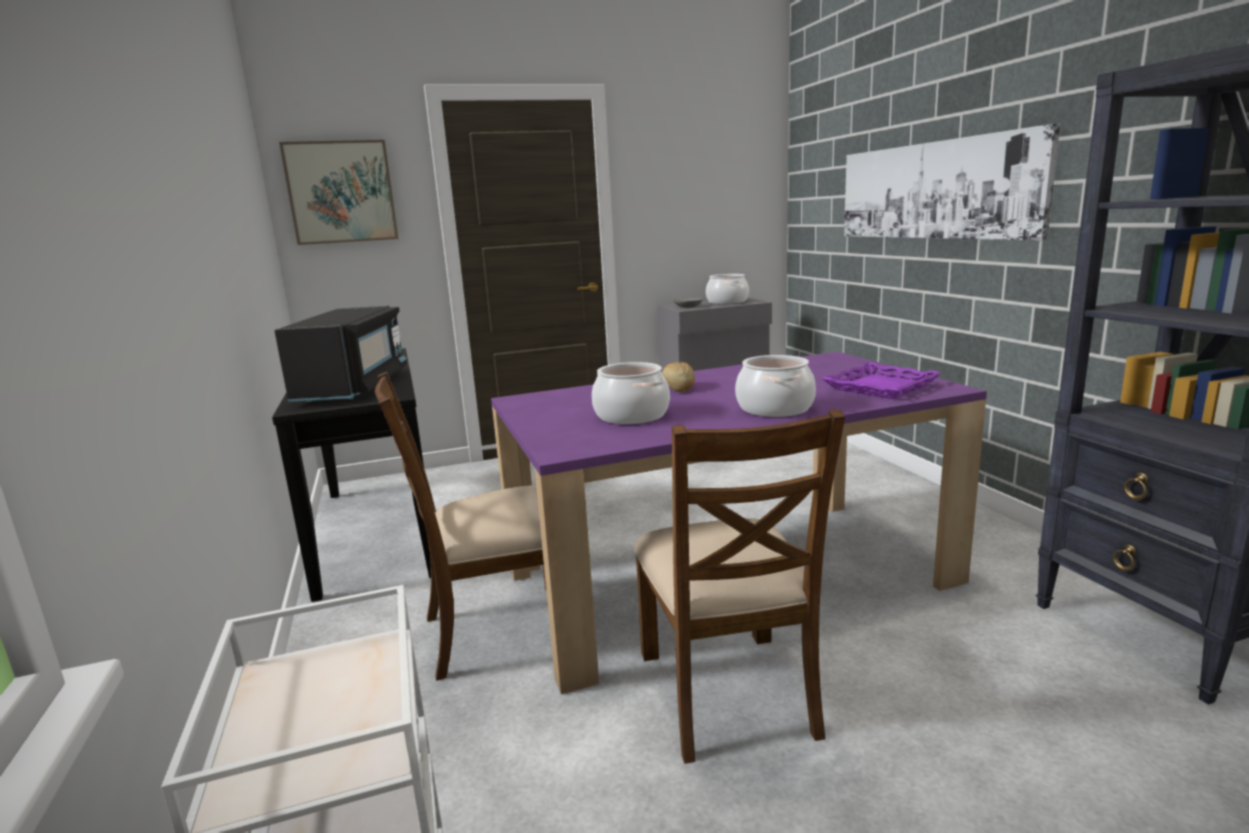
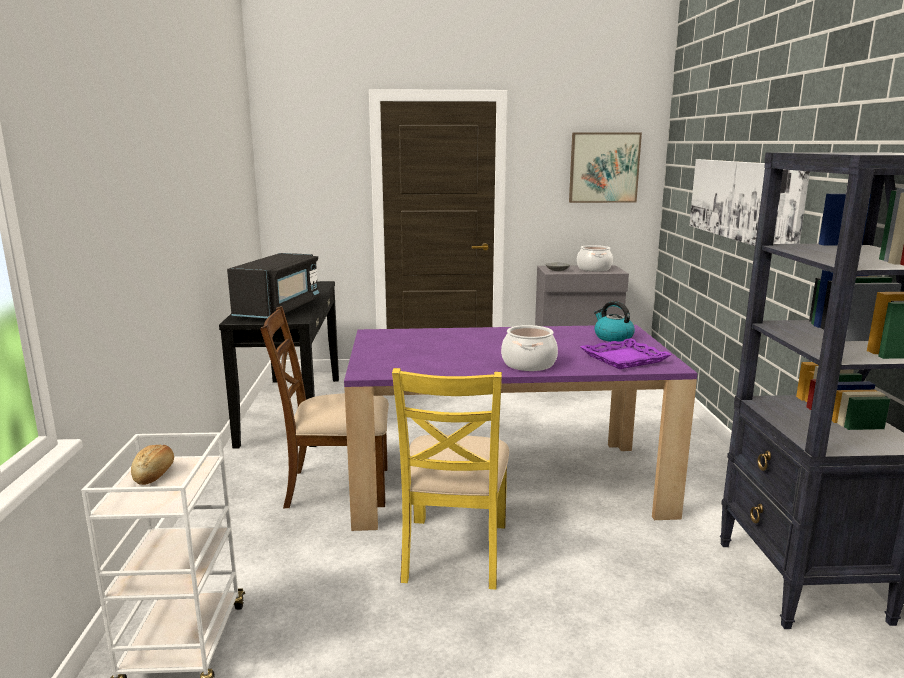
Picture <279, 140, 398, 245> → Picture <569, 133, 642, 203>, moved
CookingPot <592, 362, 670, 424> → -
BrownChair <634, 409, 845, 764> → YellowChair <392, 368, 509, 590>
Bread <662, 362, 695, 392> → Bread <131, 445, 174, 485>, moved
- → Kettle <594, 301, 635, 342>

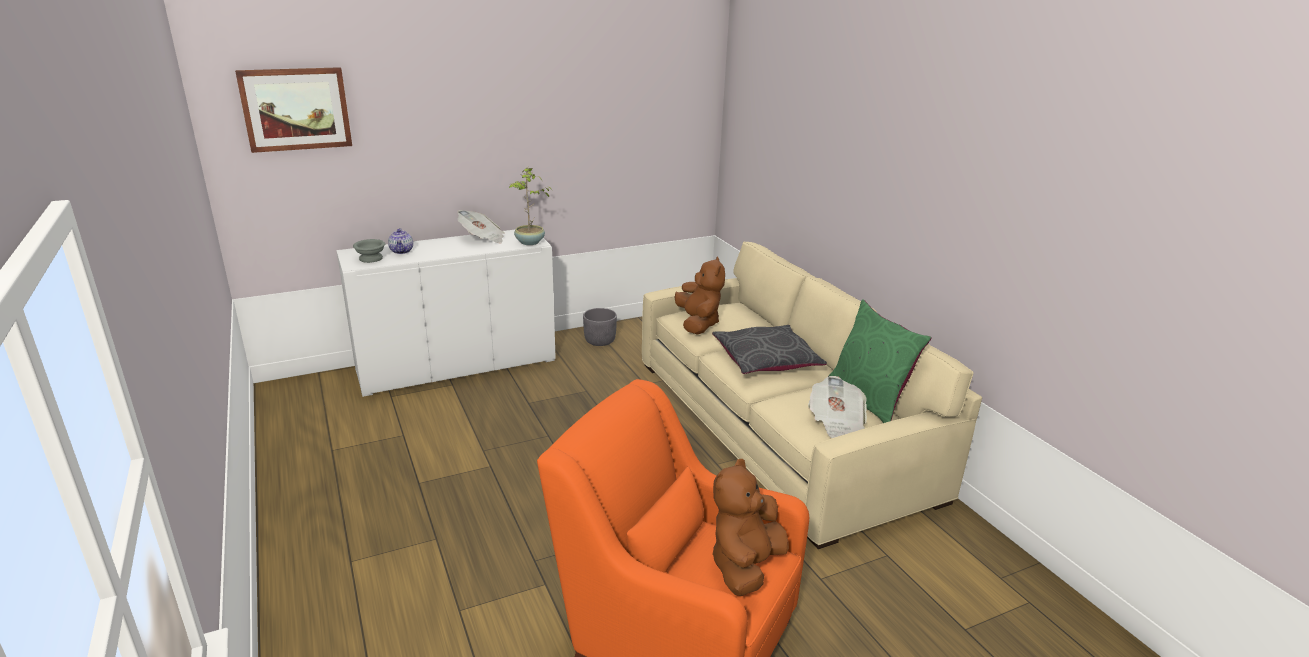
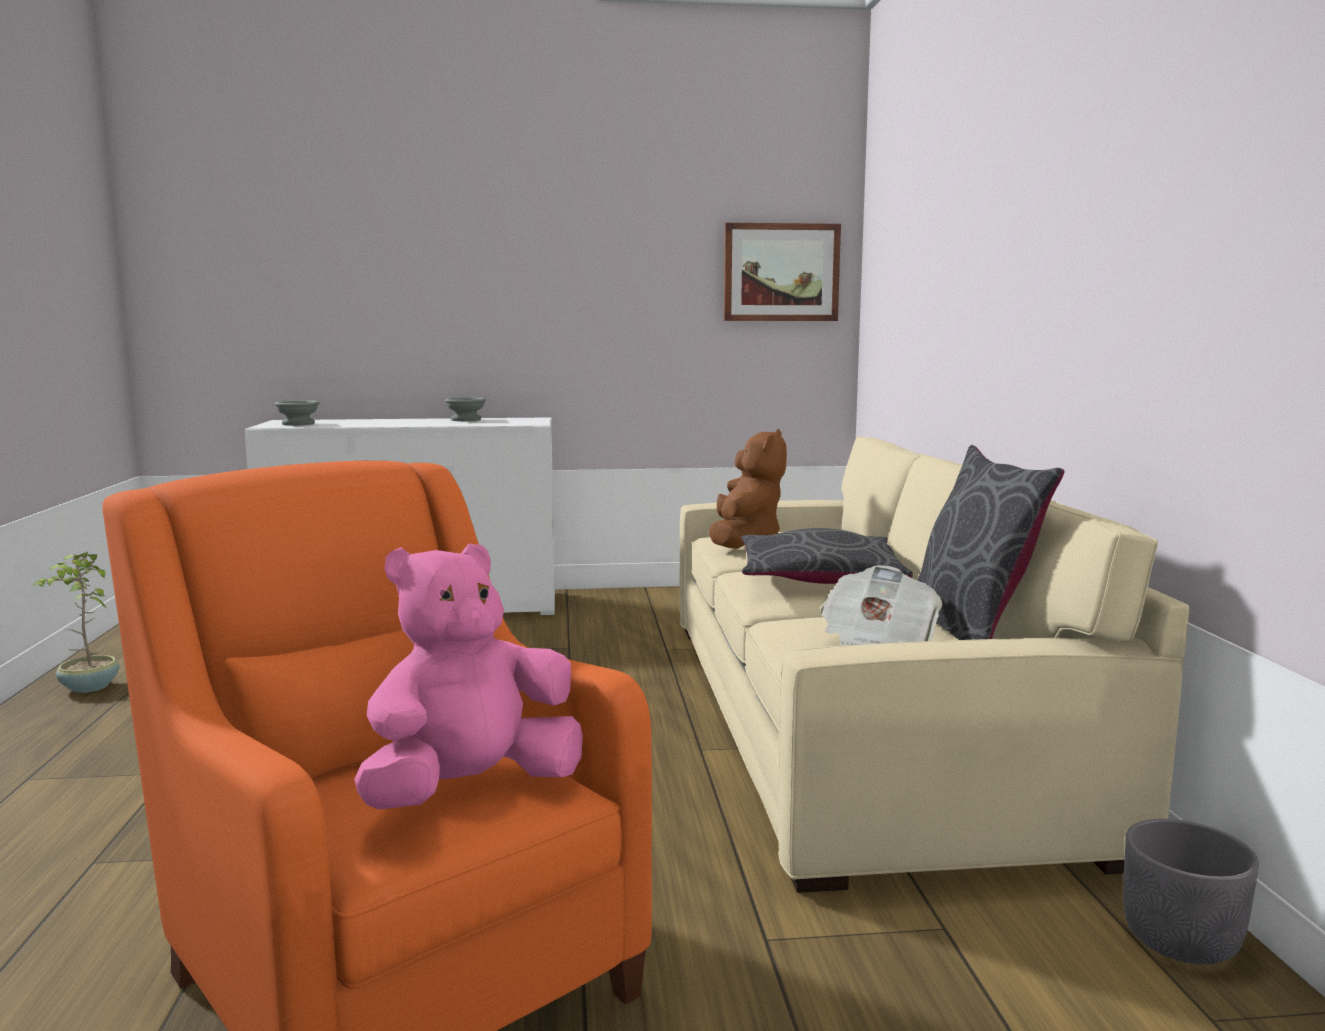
Picture <235, 67, 352, 153> → Picture <724, 223, 841, 321>, moved
Teapot <388, 228, 413, 254> → -
Newspaper <457, 210, 505, 243> → GreyBowl <445, 397, 486, 421>
PottedPlant <508, 167, 552, 245> → PottedPlant <33, 552, 119, 693>, moved
GreyPlanter <583, 308, 617, 346> → GreyPlanter <1123, 819, 1259, 964>, moved
BrownPlushToy <712, 459, 789, 596> → PinkPlushToy <354, 544, 583, 810>
GreenPillow <828, 299, 932, 423> → GreyPillow <917, 445, 1064, 640>

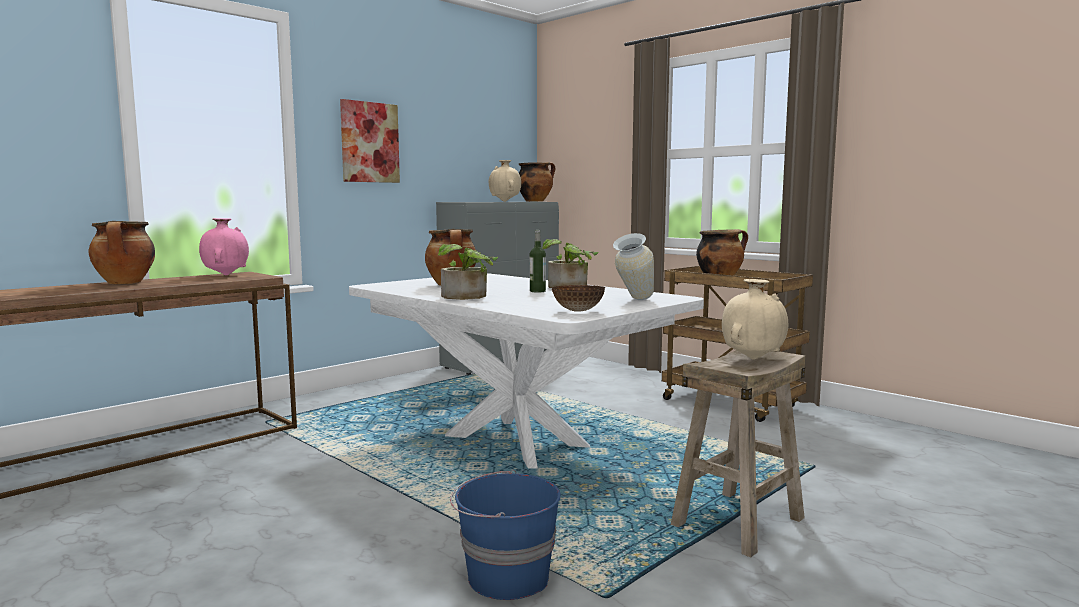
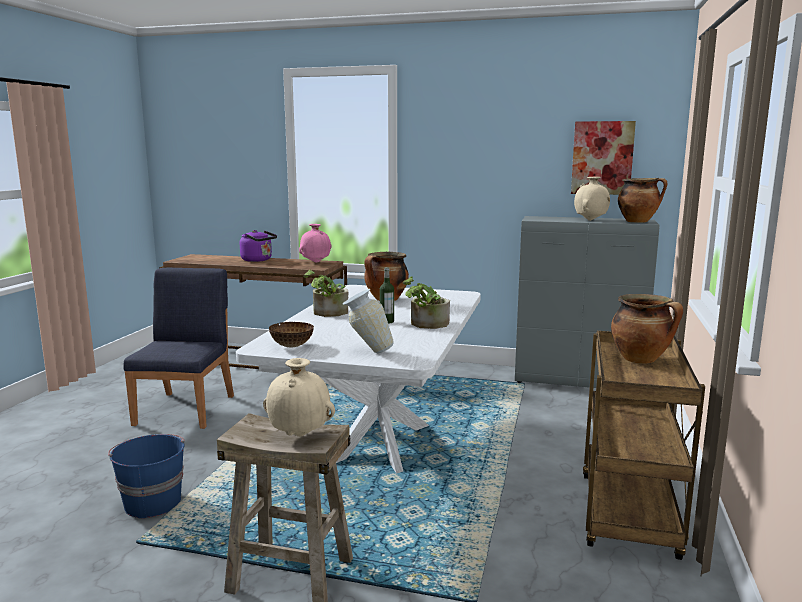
CookingPot <89, 221, 155, 284> → PurpleKettle <240, 230, 277, 262>
Picture <340, 99, 400, 183> → Picture <571, 121, 636, 195>, moved
- → BlueChair <123, 268, 234, 429>

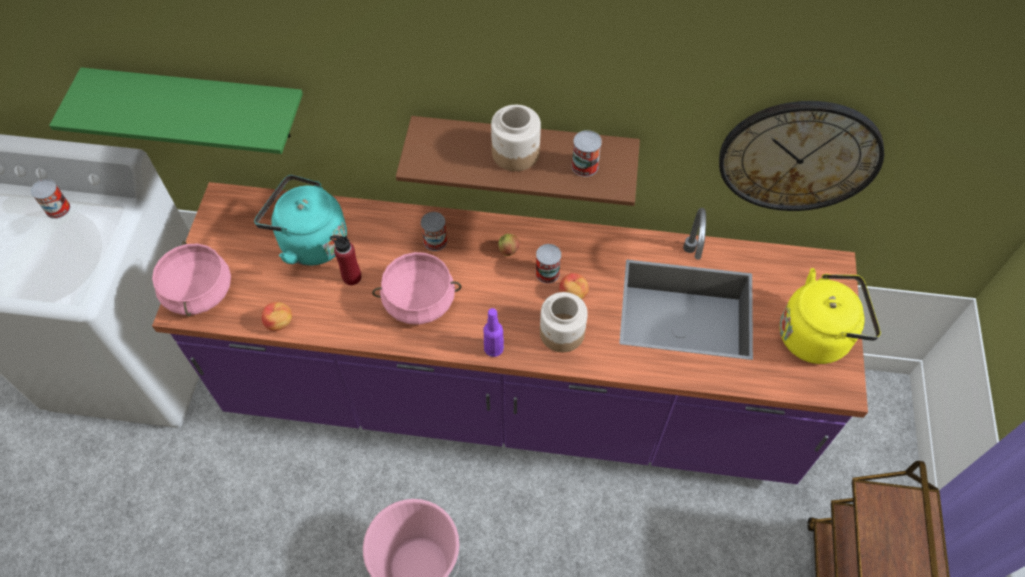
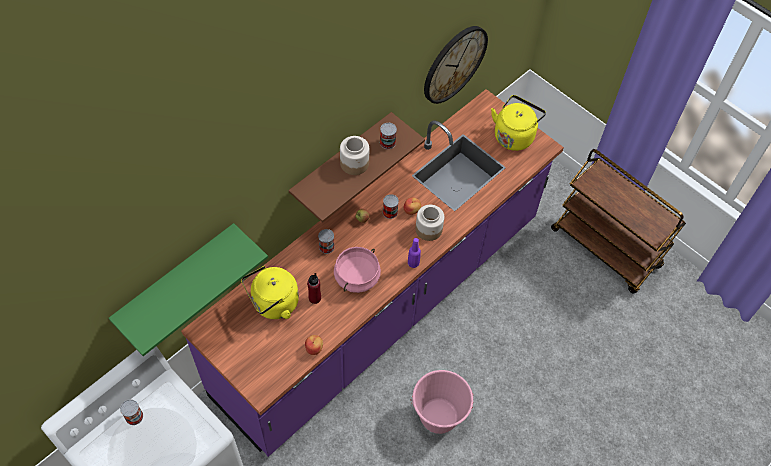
PinkCookingPot <152, 241, 231, 317> → -
TurquoiseKettle <254, 175, 347, 266> → YellowKettle <241, 266, 299, 319>

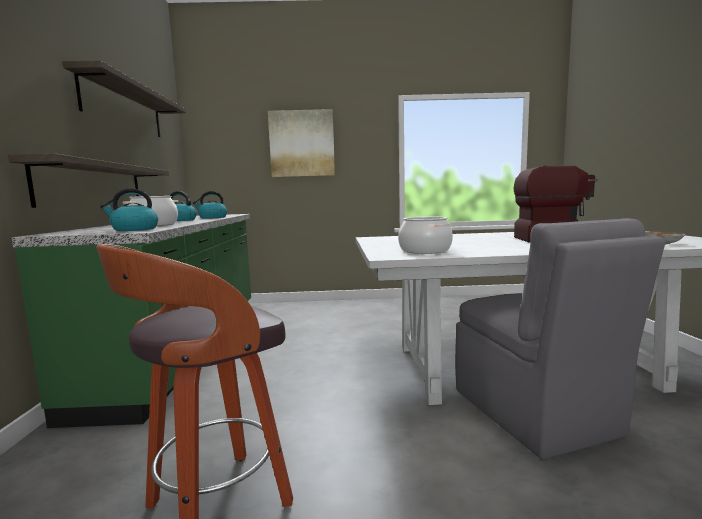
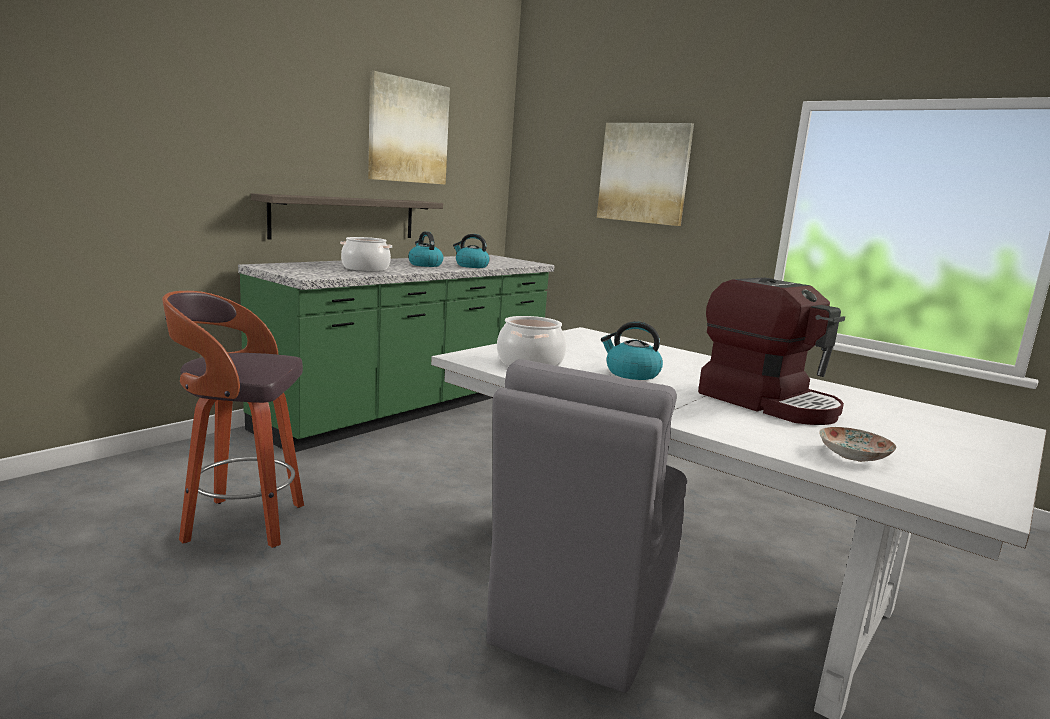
Shelf <62, 60, 186, 137> → Picture <368, 71, 450, 185>
Kettle <100, 188, 158, 231> → Kettle <601, 321, 663, 380>, moved

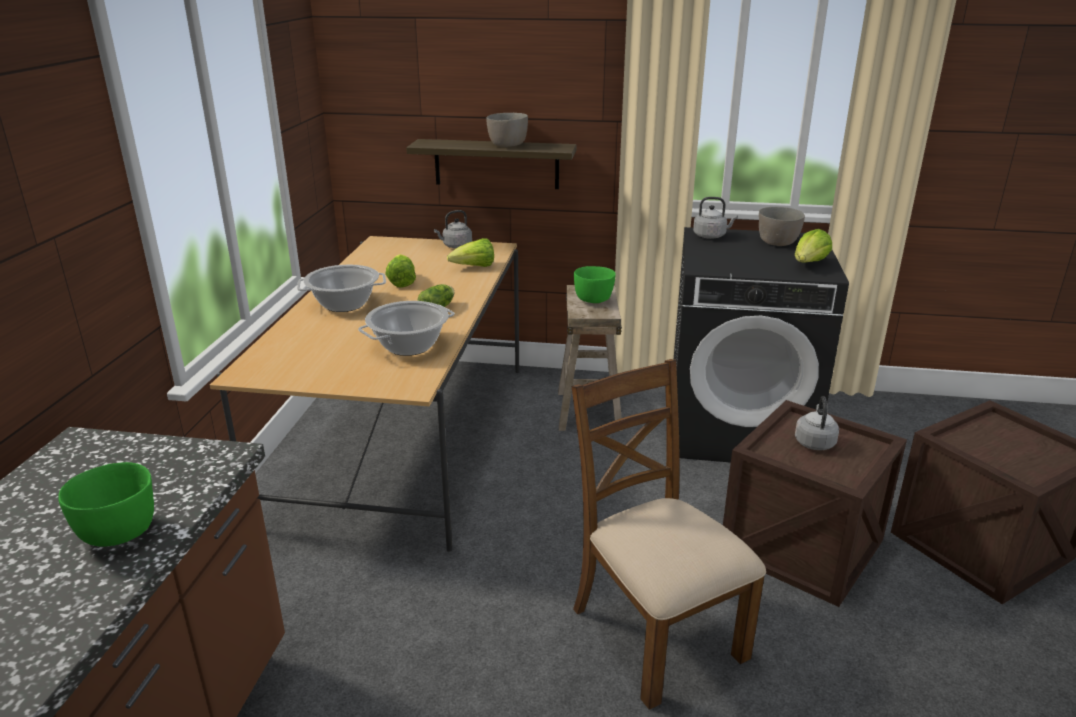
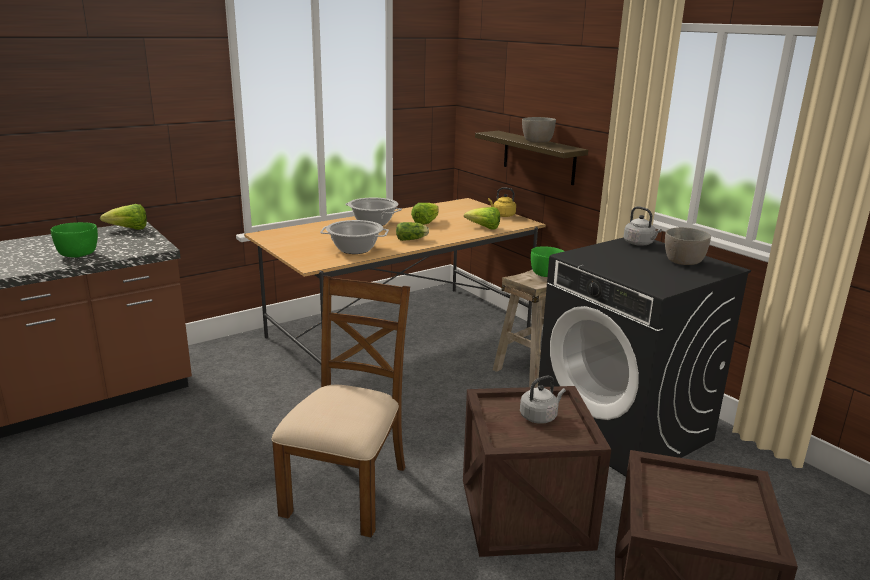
GreyKettle <434, 210, 472, 248> → YellowKettle <488, 188, 516, 217>
Lettuce <795, 229, 832, 262> → Lettuce <100, 204, 147, 230>, moved

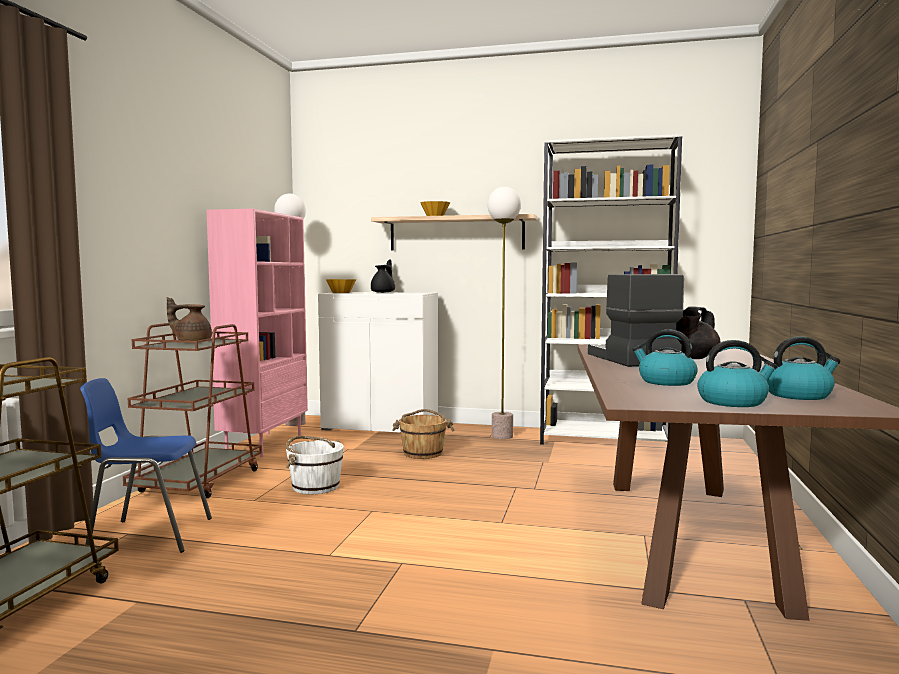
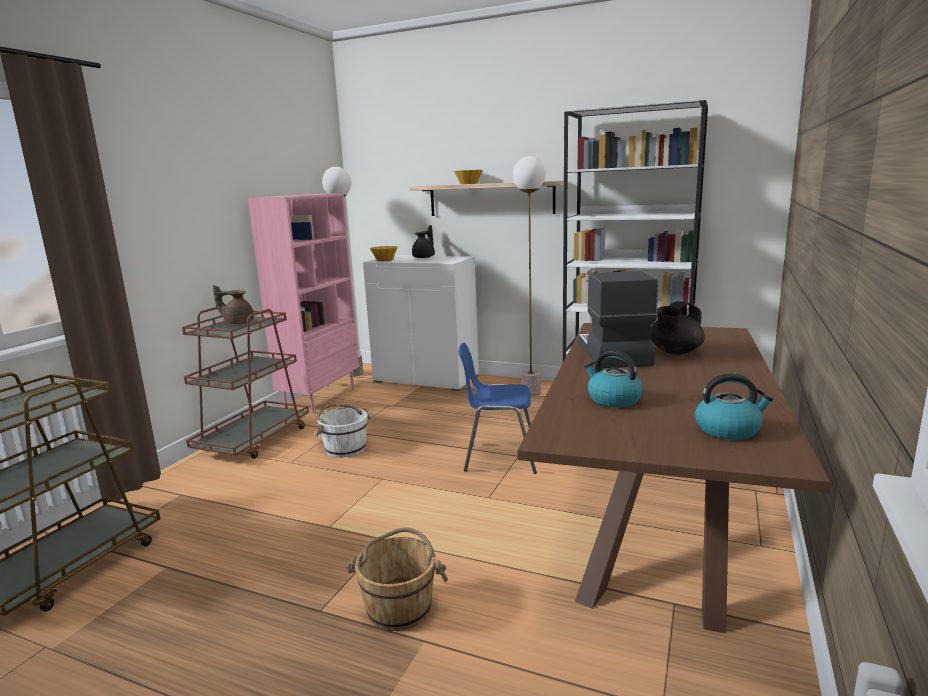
BlueChair <80, 378, 212, 553> → BlueChair <458, 342, 537, 474>, moved
BrownBucket <392, 409, 455, 459> → BrownBucket <346, 528, 448, 631>, moved
Kettle <697, 340, 778, 407> → -

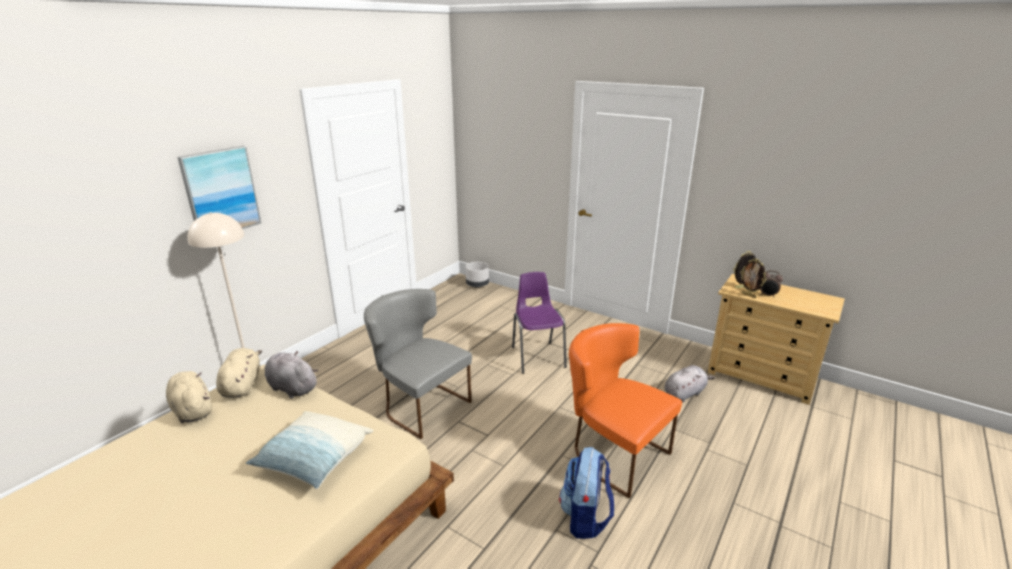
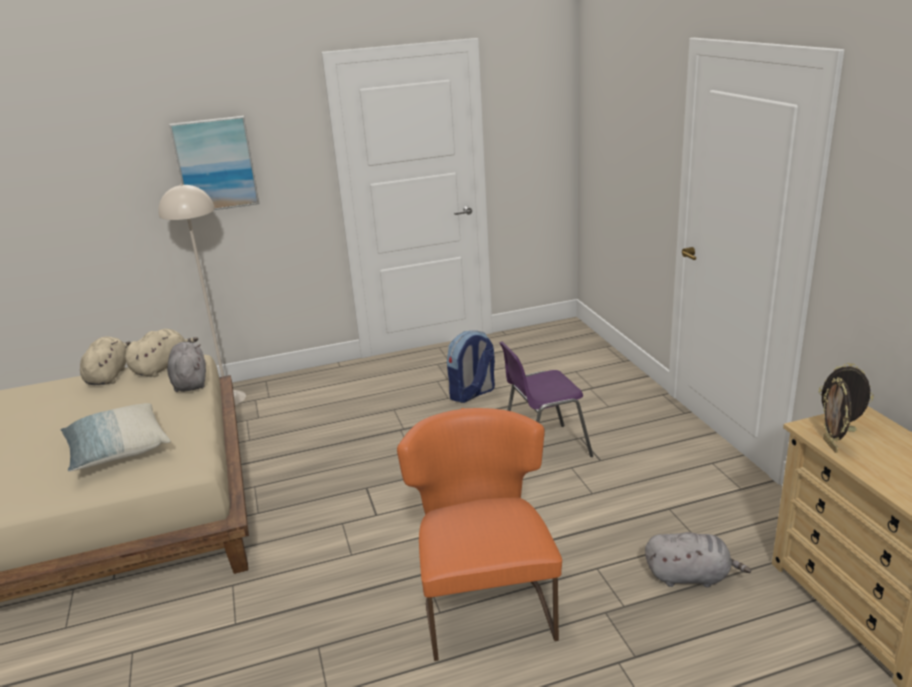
GreyChair <364, 289, 472, 439> → -
GreyPlanter <465, 262, 489, 288> → -
PurpleChair <512, 272, 567, 374> → PurpleChair <500, 341, 593, 457>, 135 degrees counterclockwise
Backpack <559, 447, 614, 539> → Backpack <447, 331, 495, 403>, moved
AlarmClock <760, 270, 783, 297> → -

